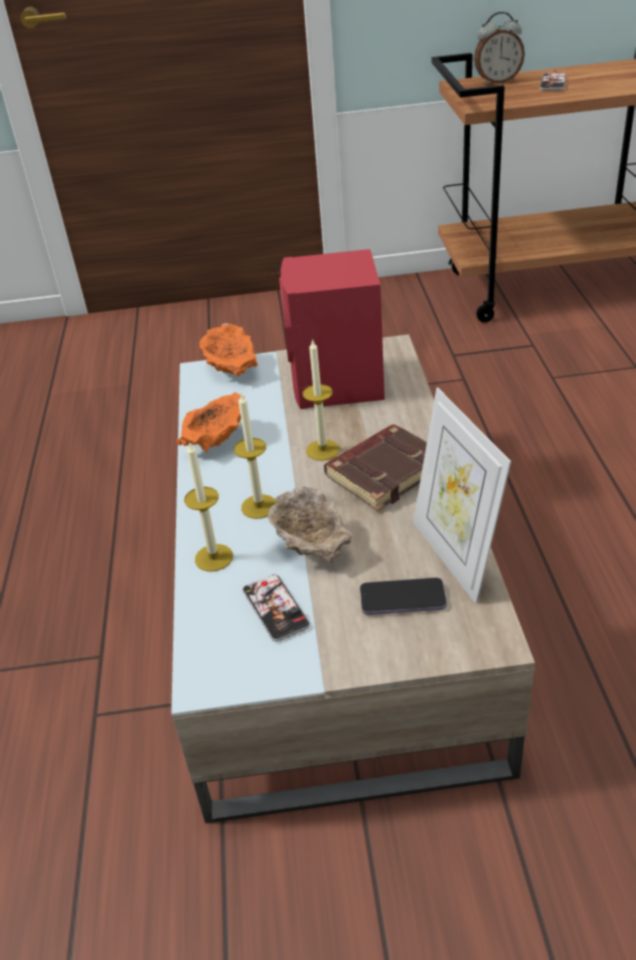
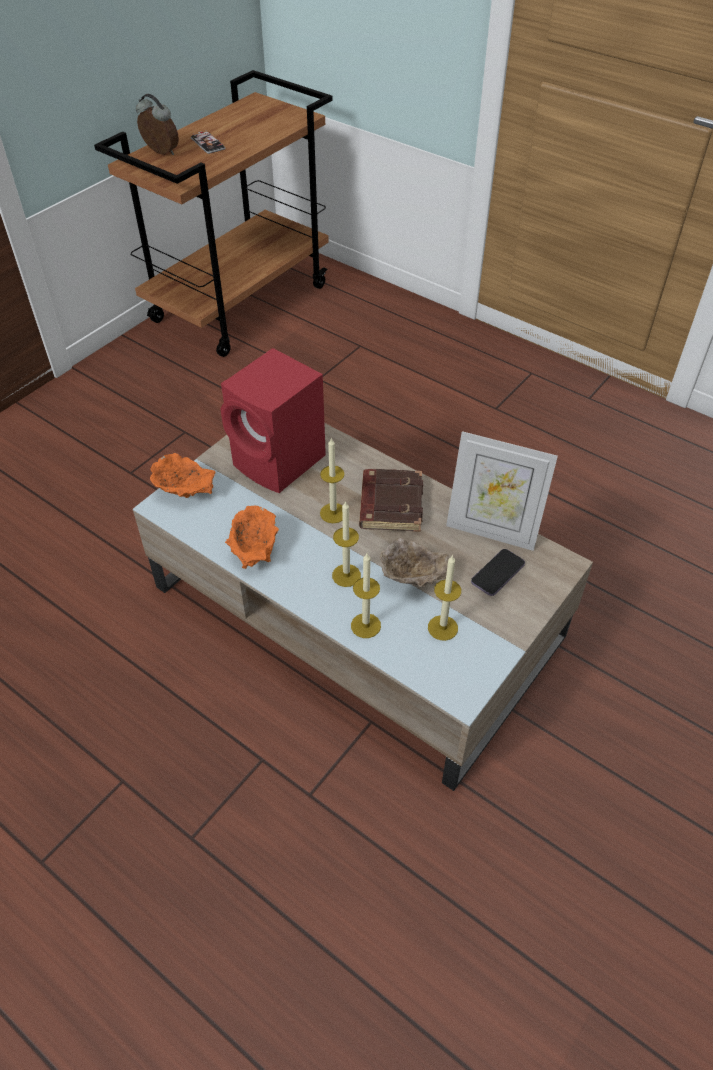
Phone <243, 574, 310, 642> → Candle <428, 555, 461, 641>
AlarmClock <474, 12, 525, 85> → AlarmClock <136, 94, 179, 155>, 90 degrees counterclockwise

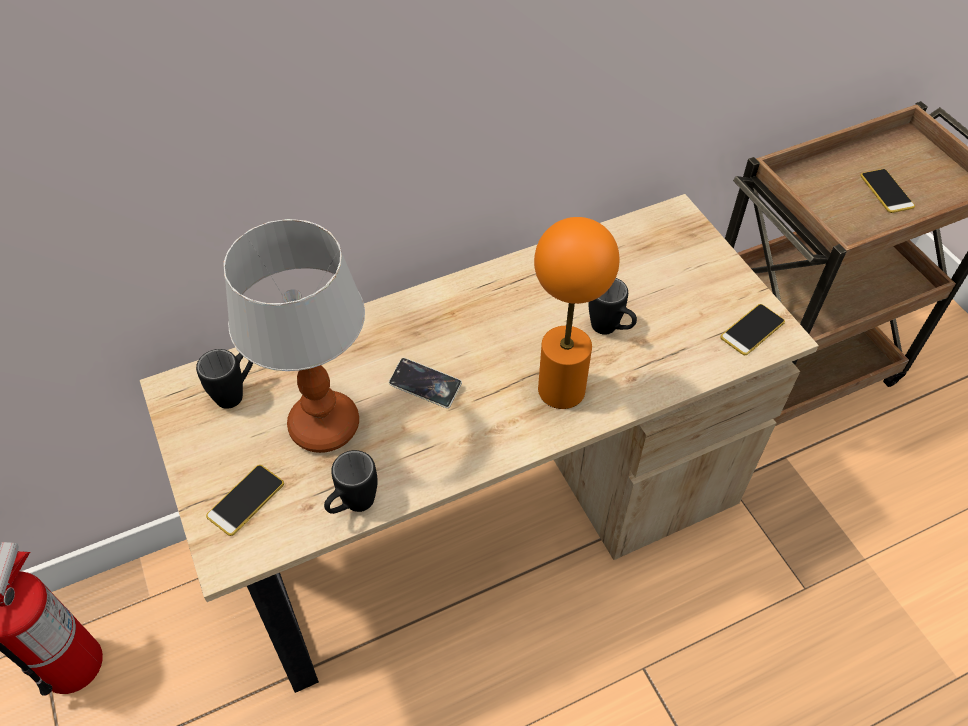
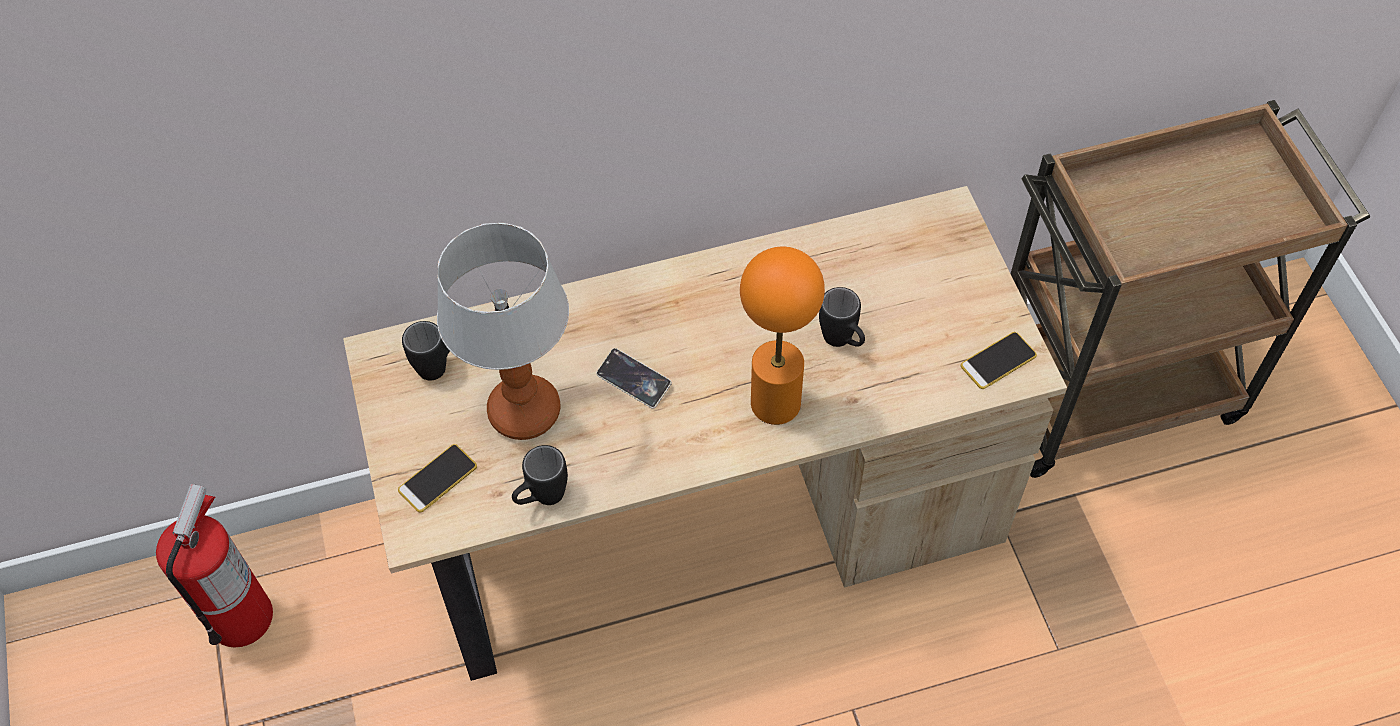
Phone <860, 169, 915, 213> → -

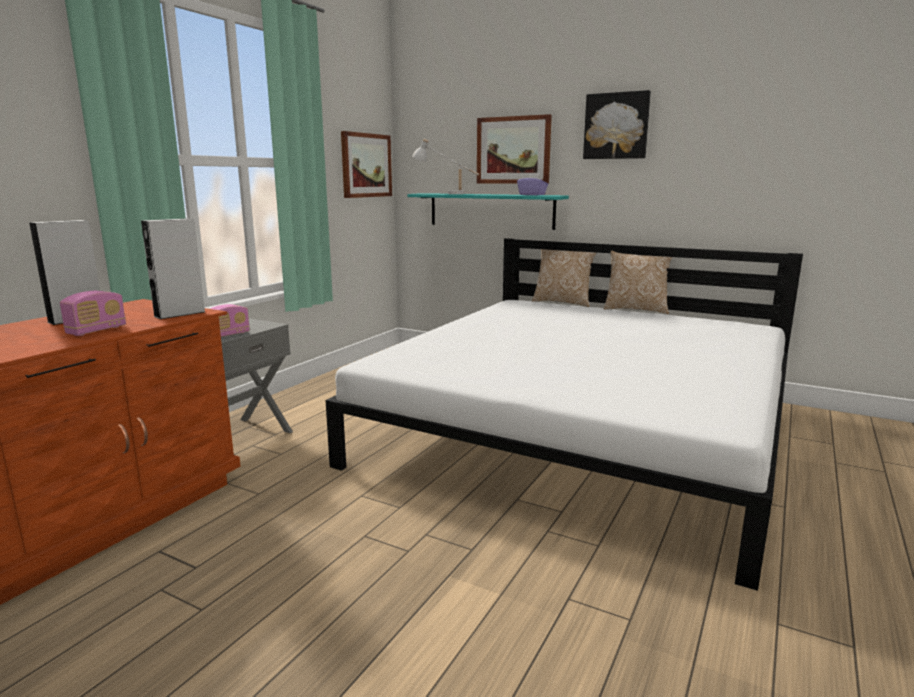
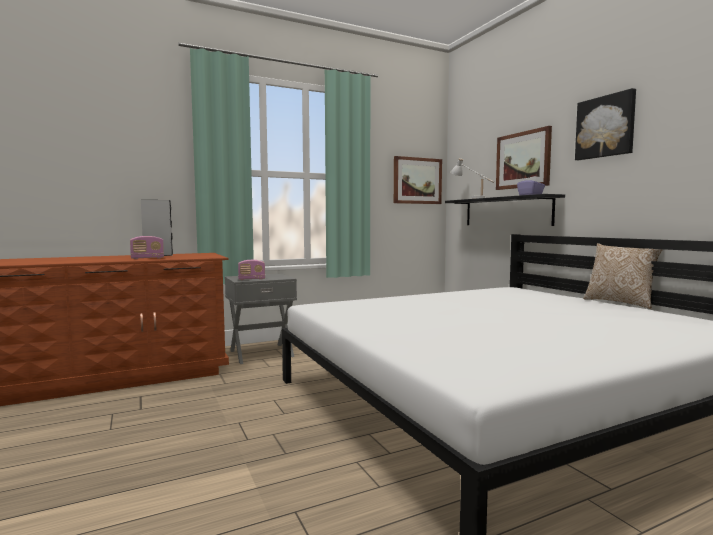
GreySpeaker <141, 218, 205, 319> → -
TurquoiseShelf <408, 193, 569, 230> → BlackShelf <445, 194, 565, 226>
Pillow <532, 249, 596, 307> → -

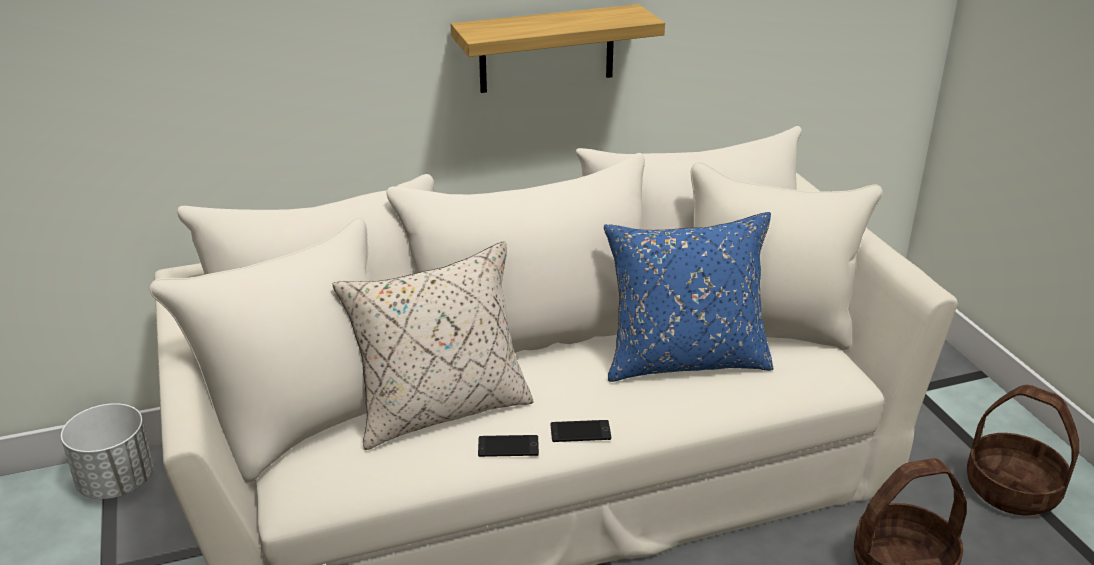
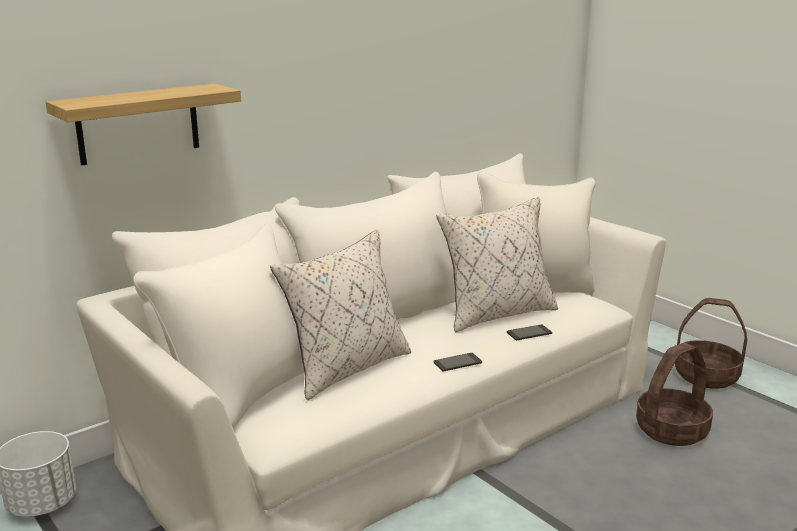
Shelf <451, 4, 665, 93> → Shelf <46, 84, 241, 165>, moved
Phone <478, 435, 539, 457> → Phone <507, 324, 552, 341>, moved
BluePillow <604, 212, 774, 382> → BeigePillow <437, 197, 558, 332>

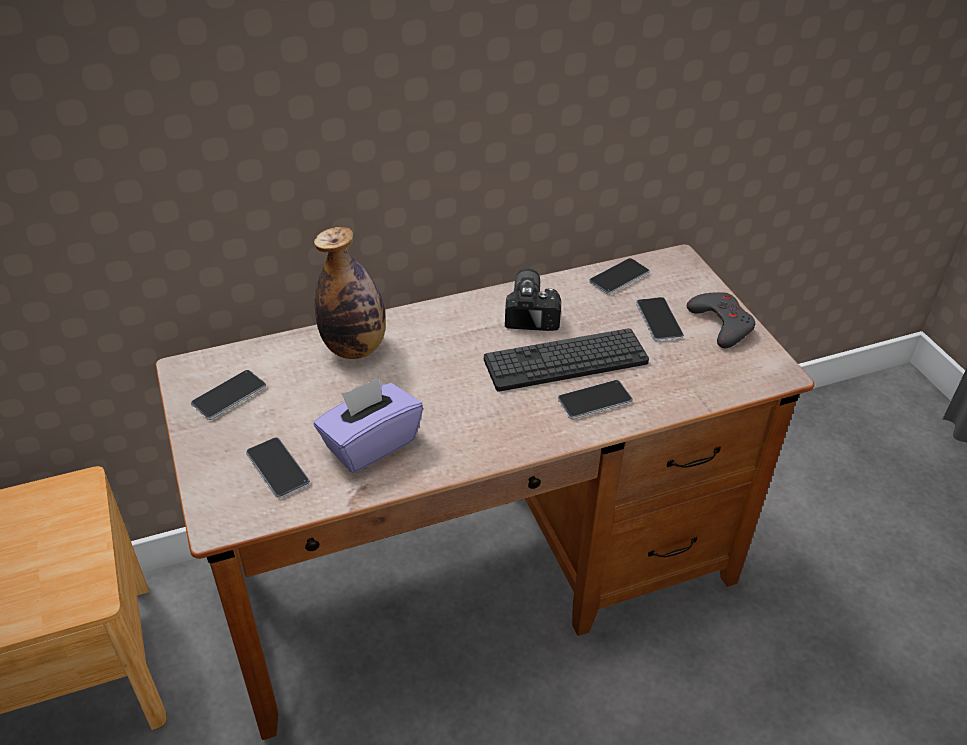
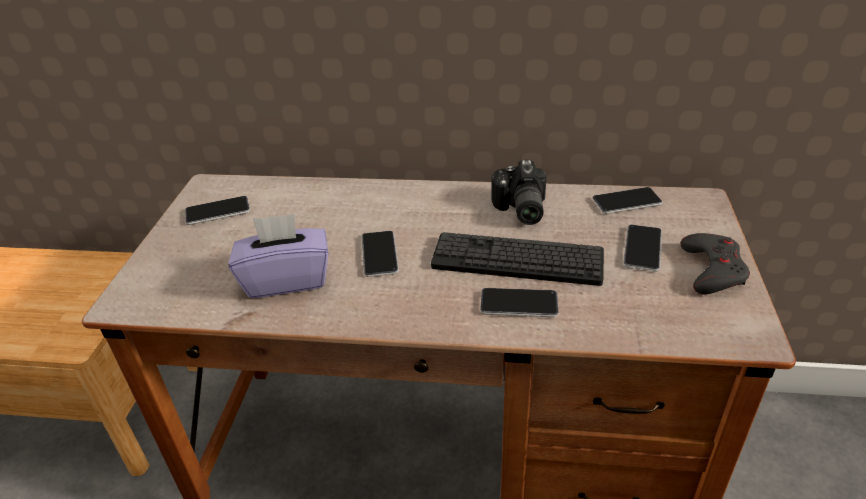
Phone <246, 437, 310, 498> → Phone <362, 231, 399, 277>, moved
Bottle <314, 227, 386, 359> → -
PhotoCamera <505, 269, 561, 331> → PhotoCamera <491, 160, 546, 225>, 150 degrees clockwise

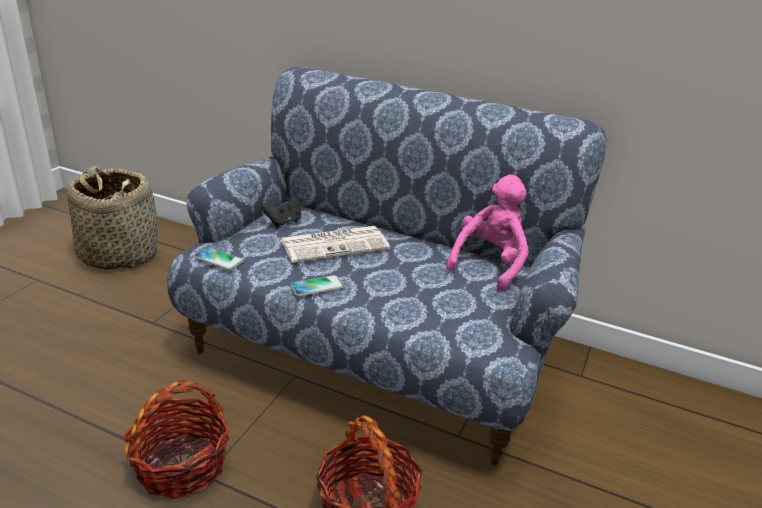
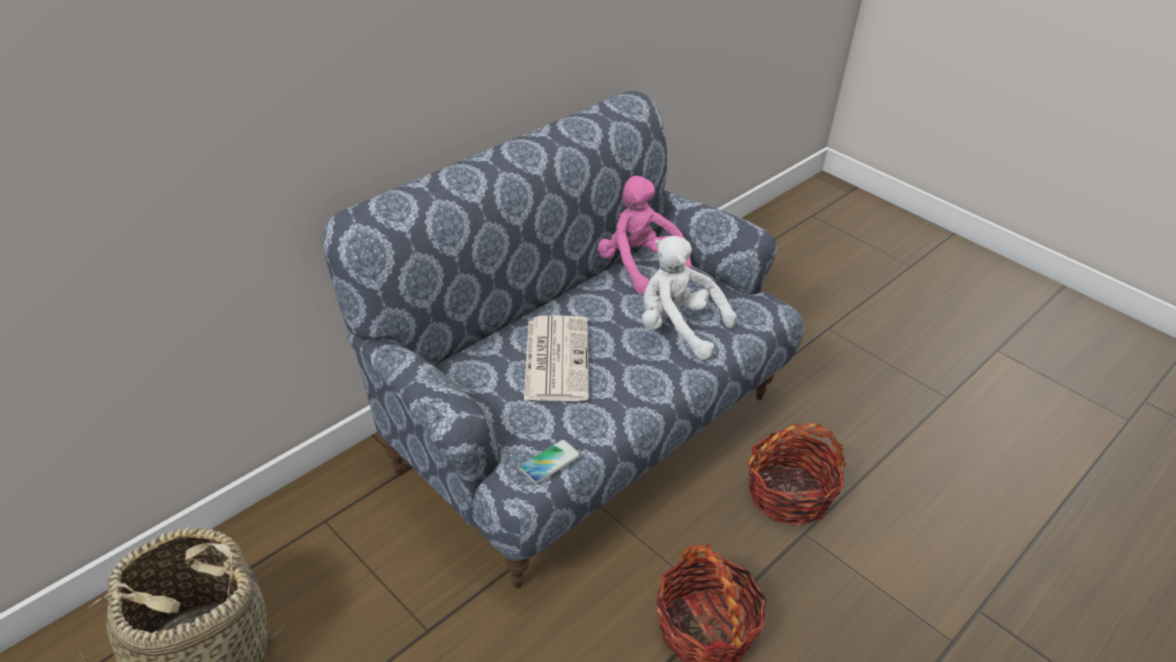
BlackGameController <261, 196, 301, 227> → -
Phone <290, 275, 344, 297> → -
- → WhitePlushToy <641, 236, 737, 359>

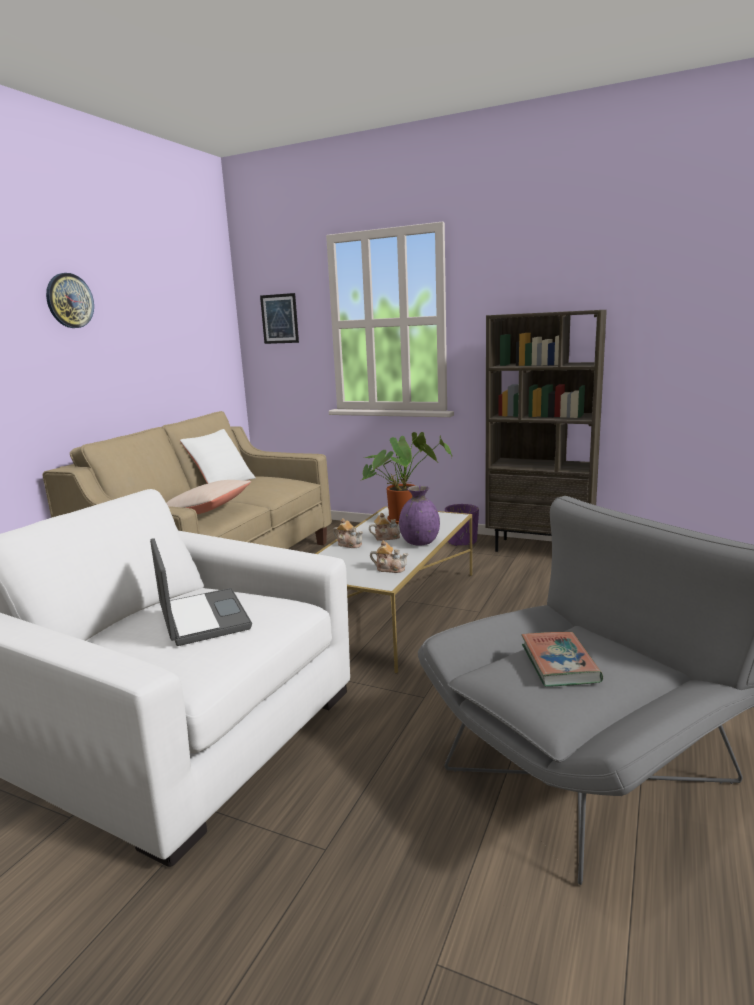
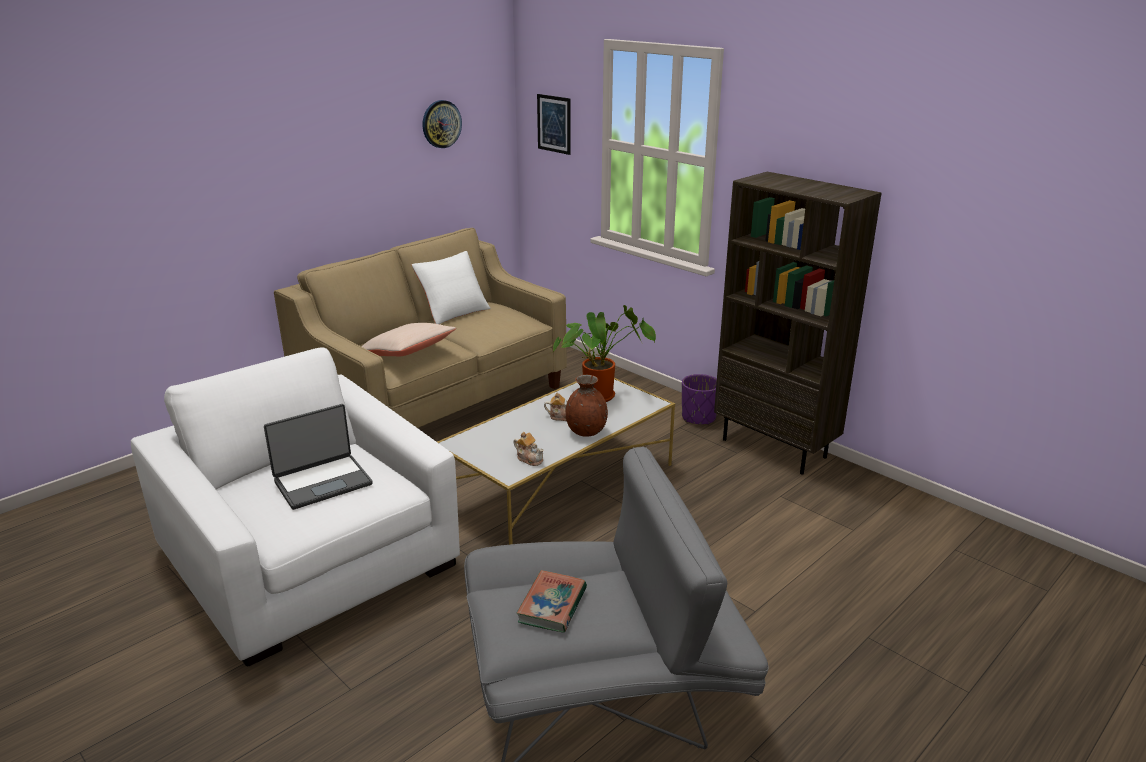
WallClock <46, 273, 94, 328> → WallClock <423, 100, 462, 148>, moved
Laptop <150, 538, 252, 646> → Laptop <264, 404, 372, 510>, 60 degrees clockwise
Teapot <333, 518, 363, 548> → -
PurpleVase <399, 486, 440, 546> → BrownVase <565, 375, 608, 437>

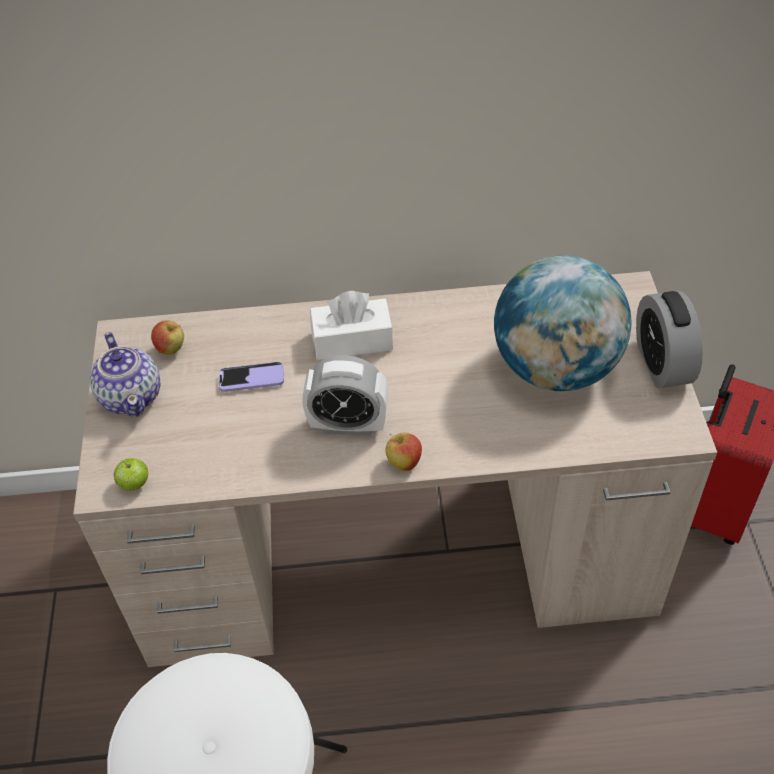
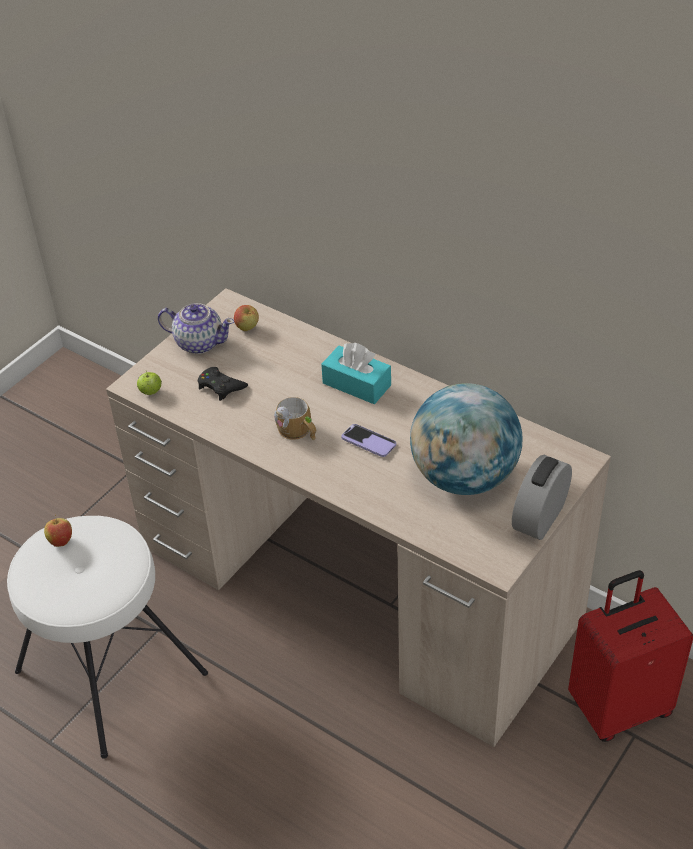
Teapot <90, 332, 161, 417> → Teapot <158, 303, 234, 354>, 90 degrees counterclockwise
Phone <219, 362, 284, 392> → Phone <341, 424, 396, 457>, moved
AlarmClock <302, 355, 388, 436> → Mug <274, 397, 316, 440>
WhiteTissueBox <310, 291, 393, 360> → TurquoiseTissueBox <321, 343, 391, 404>
Apple <386, 433, 422, 471> → Apple <44, 515, 72, 547>, moved
- → BlackGameController <198, 367, 248, 401>

